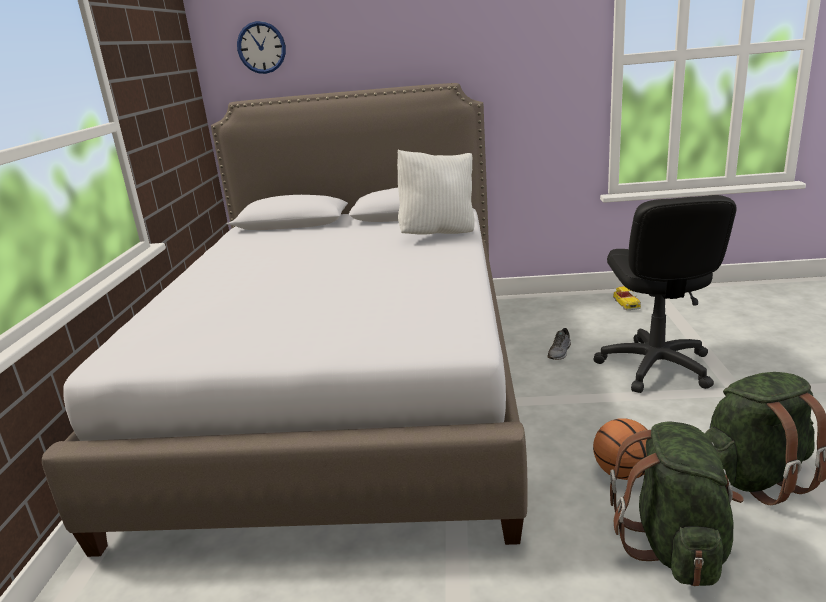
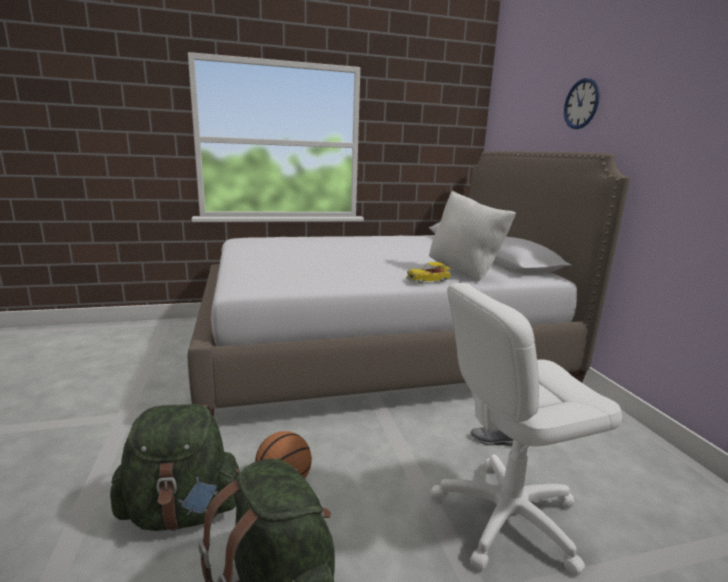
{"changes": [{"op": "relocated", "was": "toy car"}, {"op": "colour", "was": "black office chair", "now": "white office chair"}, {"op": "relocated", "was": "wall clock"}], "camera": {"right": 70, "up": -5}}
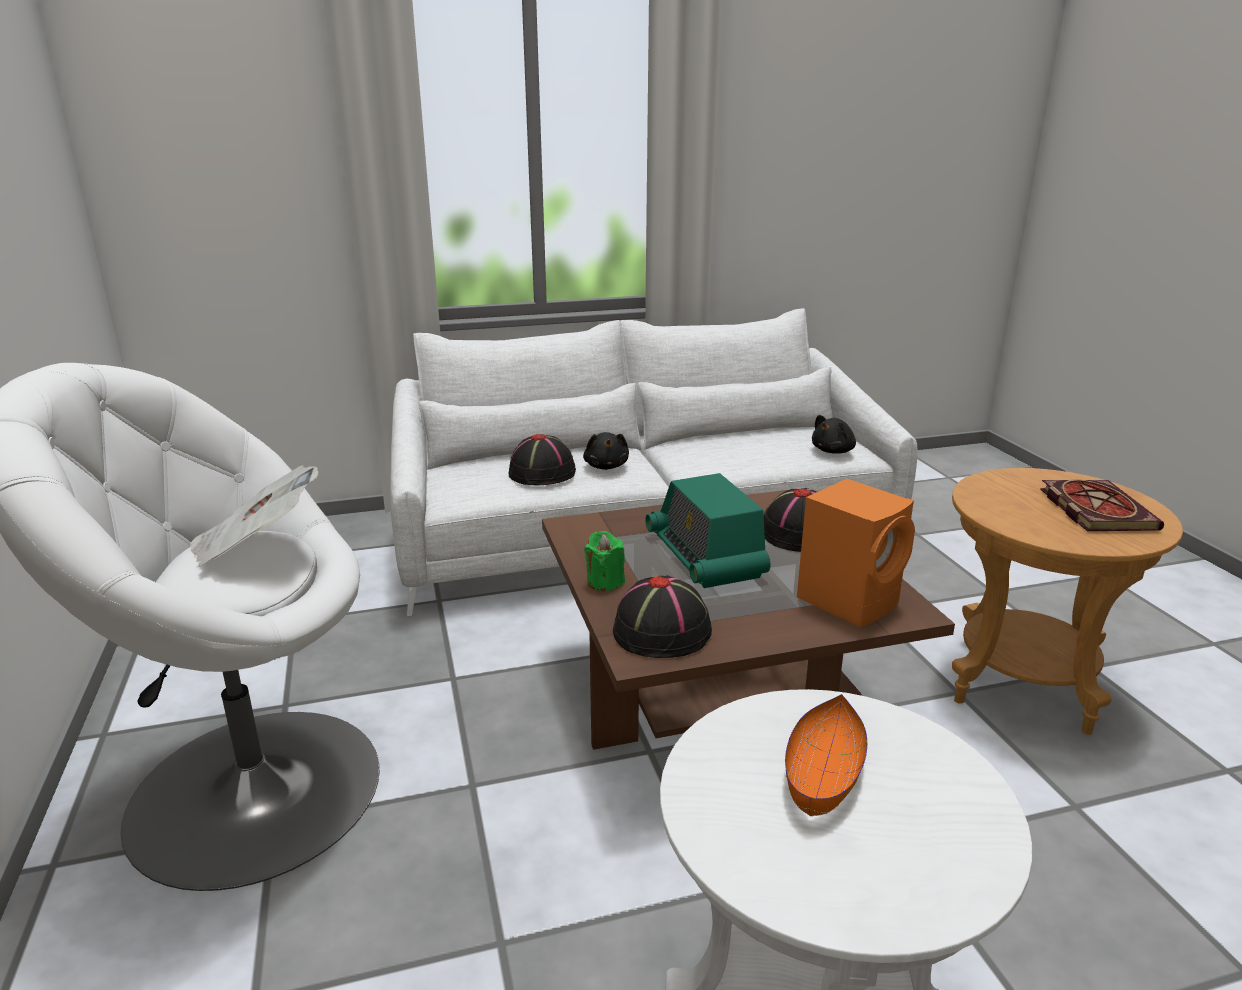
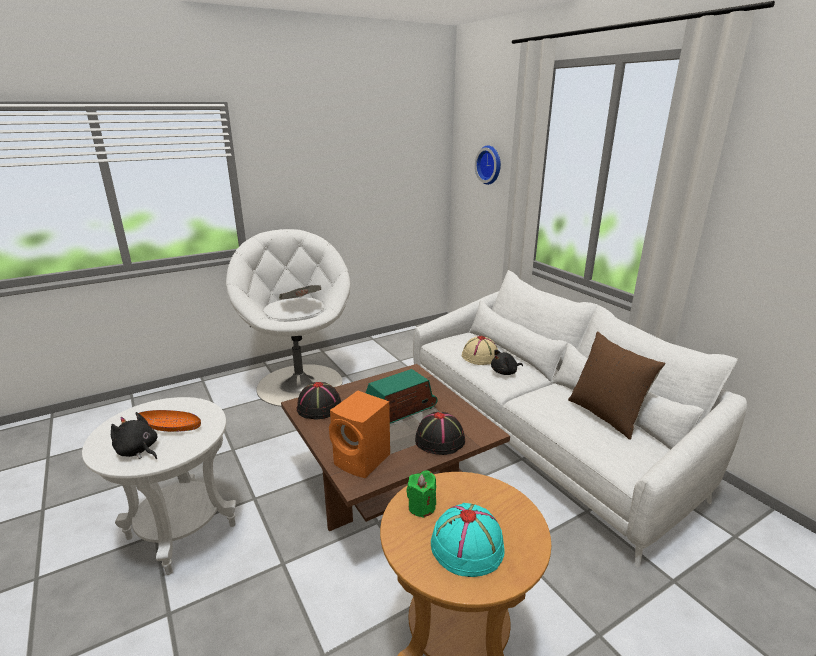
{"changes": [{"op": "relocated", "was": "black plush toy (no. 2 from left in the first image)", "now": "black plush toy (no. 1 from left)"}, {"op": "relocated", "was": "green candle"}, {"op": "exchanged", "was": "book", "now": "turquoise hat"}, {"op": "colour", "was": "black hat (no. 1 from left)", "now": "beige hat"}, {"op": "appeared", "now": "wall clock"}, {"op": "appeared", "now": "brown pillow"}], "camera": {"right": 75, "up": 0}}
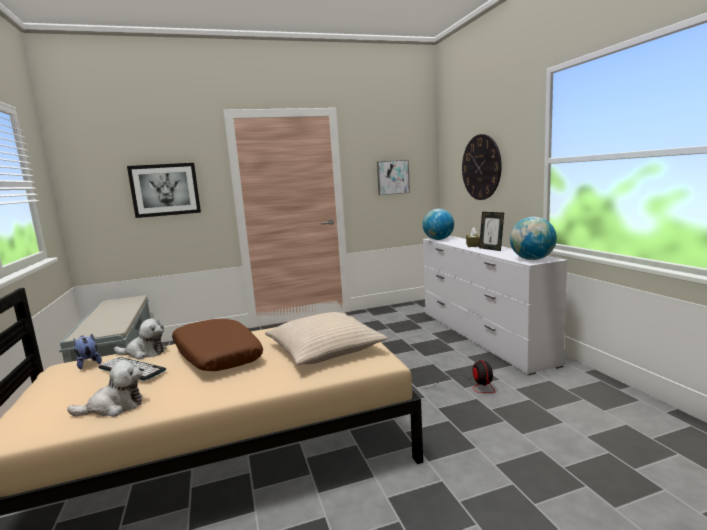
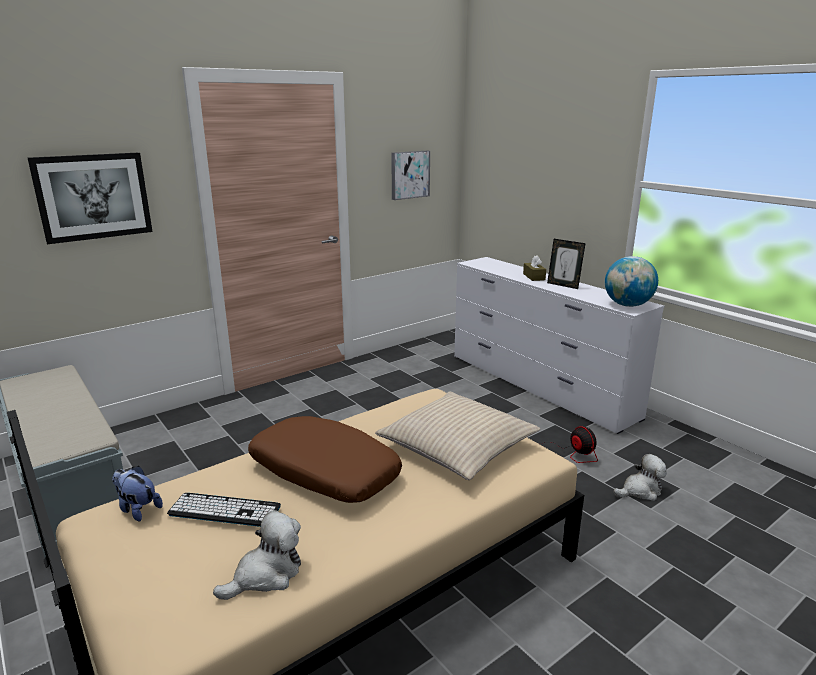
{"changes": [{"op": "relocated", "was": "plush toy (no. 3 from left)"}, {"op": "missing", "was": "globe (no. 1 from left)"}, {"op": "missing", "was": "wall clock"}], "camera": {"right": -20, "up": 10}}
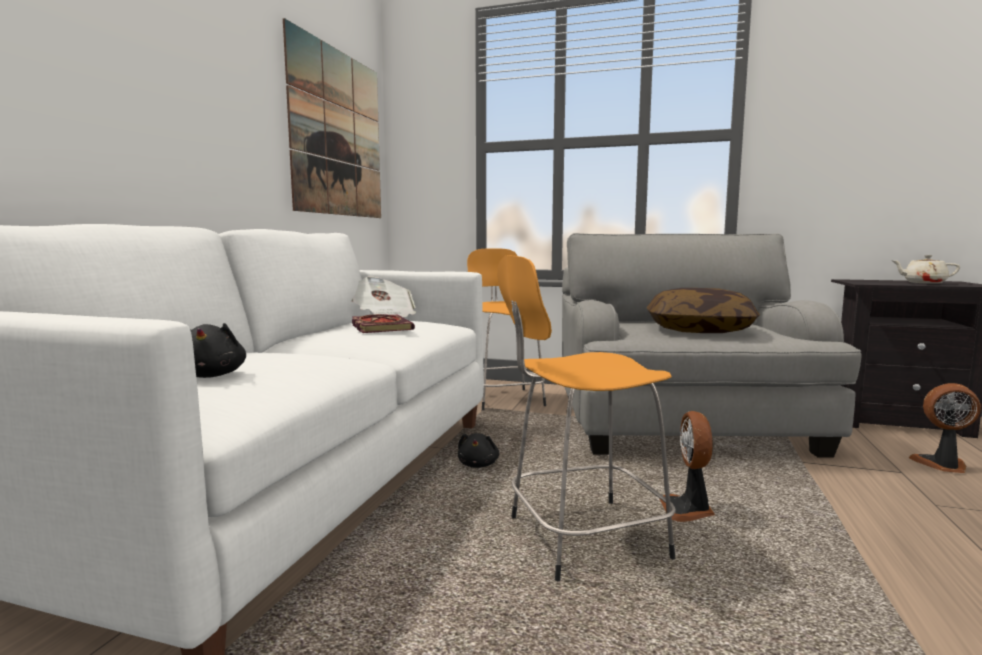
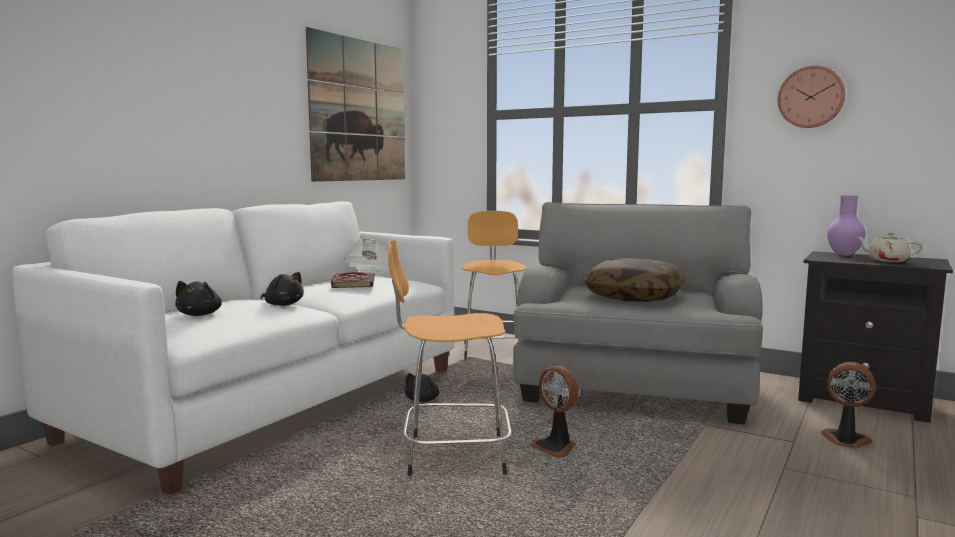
{"changes": [{"op": "appeared", "now": "black plush toy (no. 2 from left)"}, {"op": "spun", "was": "fan (no. 1 from left)", "clockwise": -60}, {"op": "appeared", "now": "wall clock"}, {"op": "appeared", "now": "purple vase"}], "camera": {"right": 15, "up": 0}}
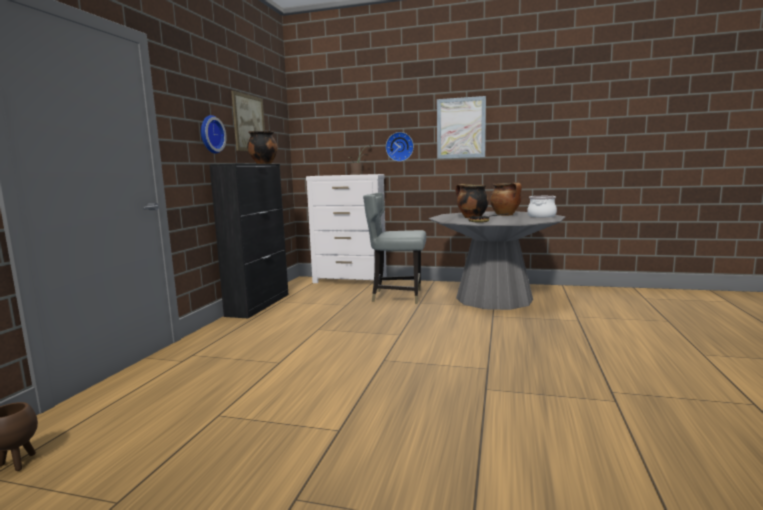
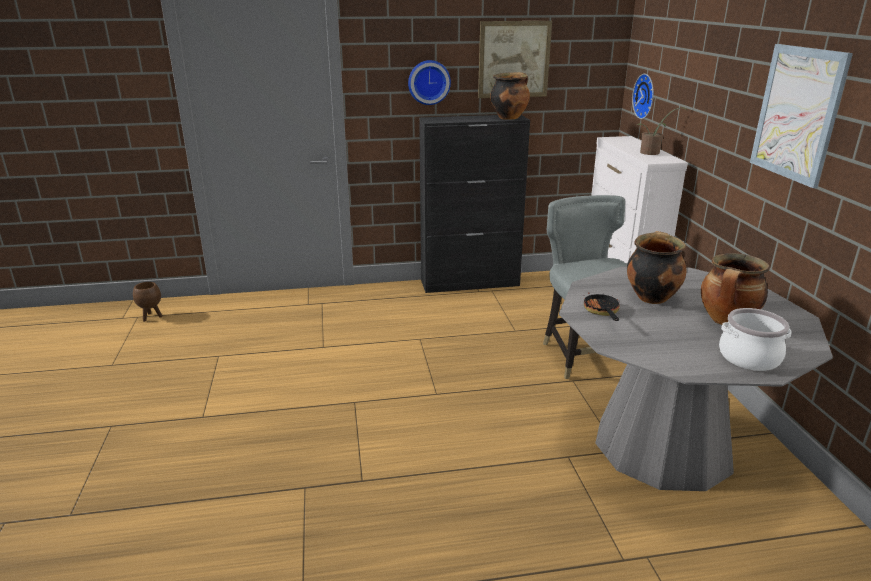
{"changes": [{"op": "relocated", "was": "wall clock (no. 2 from left)"}], "camera": {"right": 65, "up": 15}}
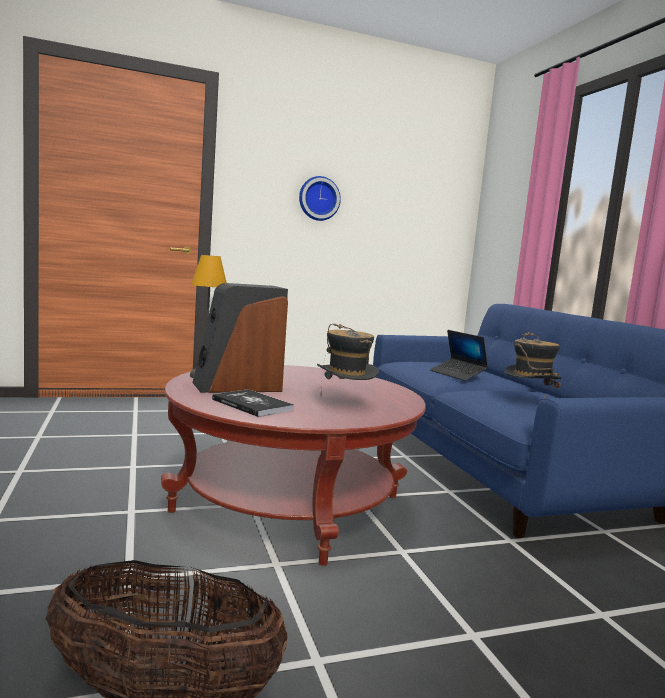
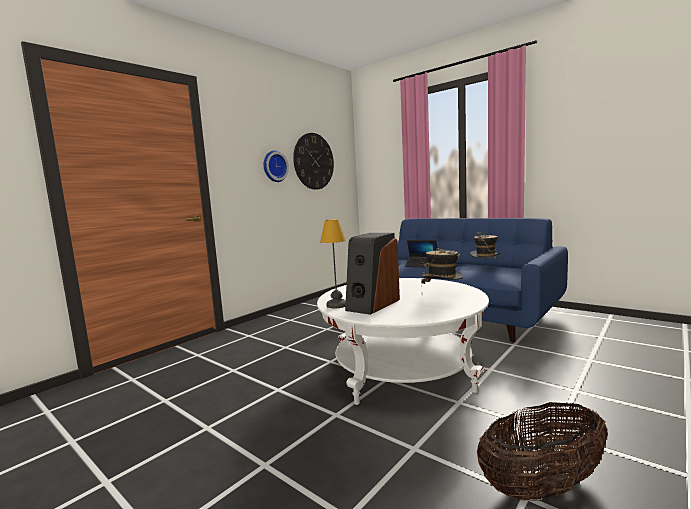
{"changes": [{"op": "appeared", "now": "wall clock (no. 2 from left)"}, {"op": "colour", "was": "red coffee table", "now": "white coffee table"}, {"op": "missing", "was": "book"}], "camera": {"right": -30, "up": 0}}
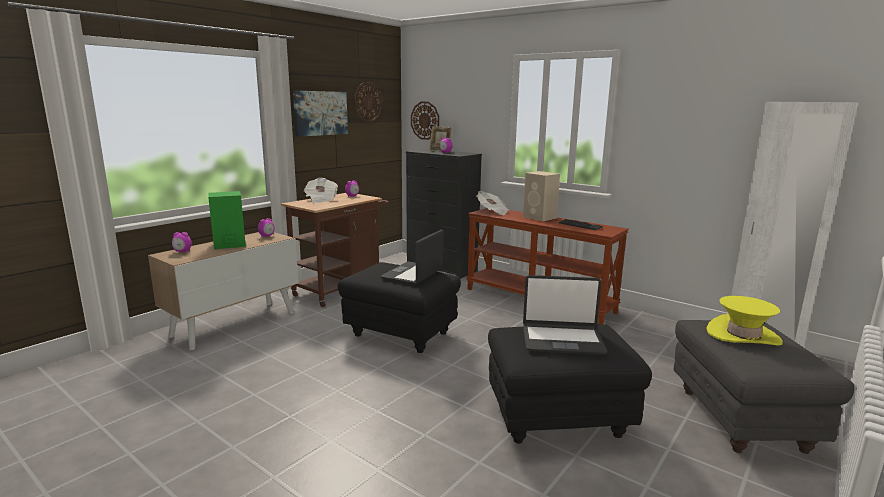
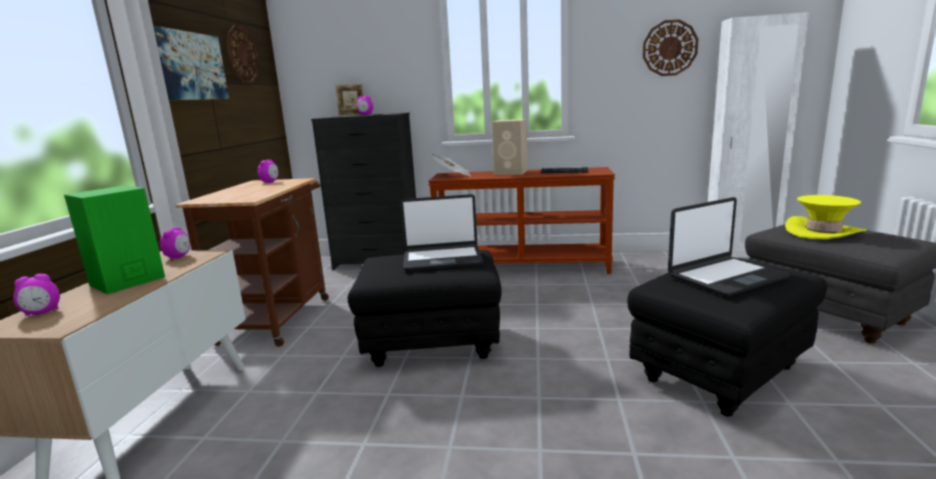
{"changes": [{"op": "spun", "was": "laptop (no. 1 from left)", "clockwise": -90}, {"op": "relocated", "was": "wall clock (no. 2 from left)"}, {"op": "missing", "was": "newspaper (no. 1 from left)"}], "camera": {"right": -30, "up": 0}}
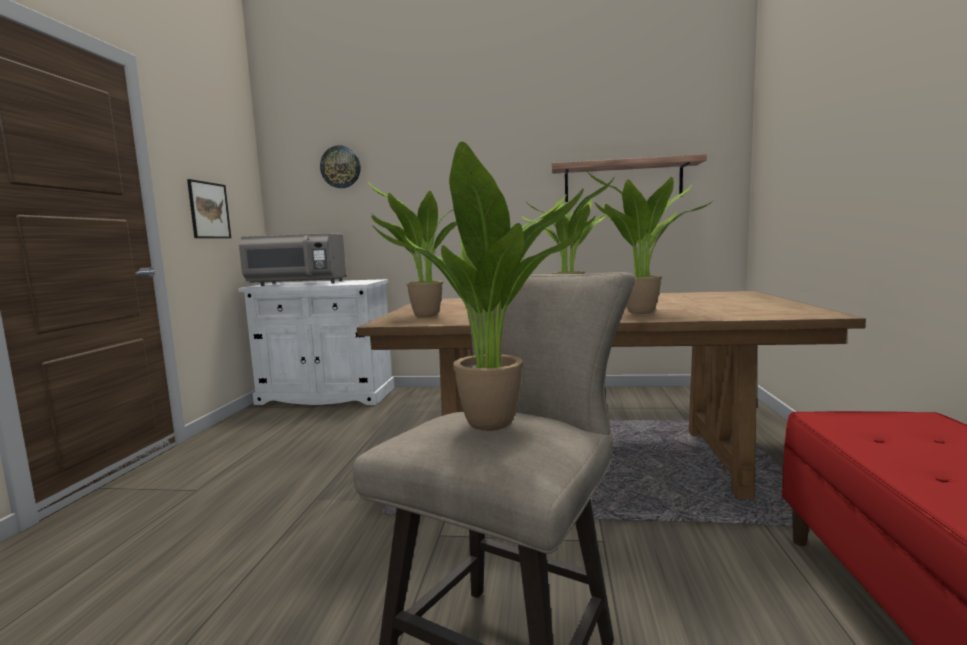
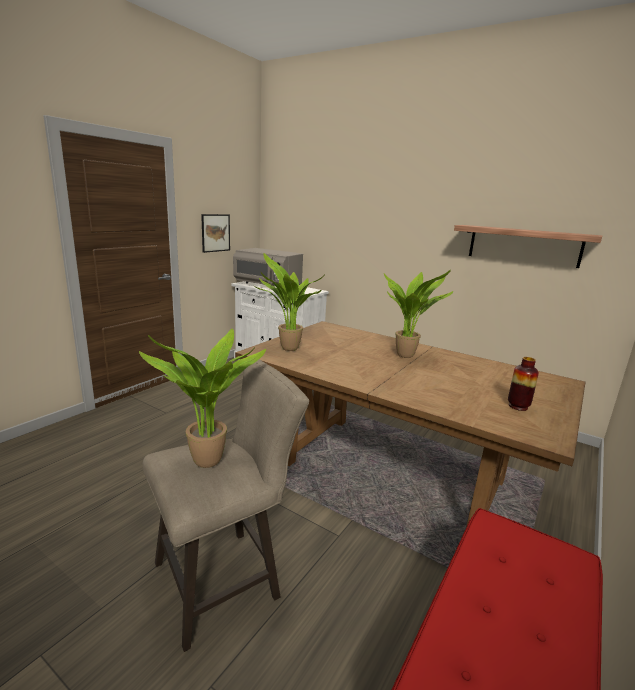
{"changes": [{"op": "appeared", "now": "vase"}, {"op": "missing", "was": "wall clock"}, {"op": "missing", "was": "potted plant (no. 4 from left)"}], "camera": {"right": 25, "up": 10}}
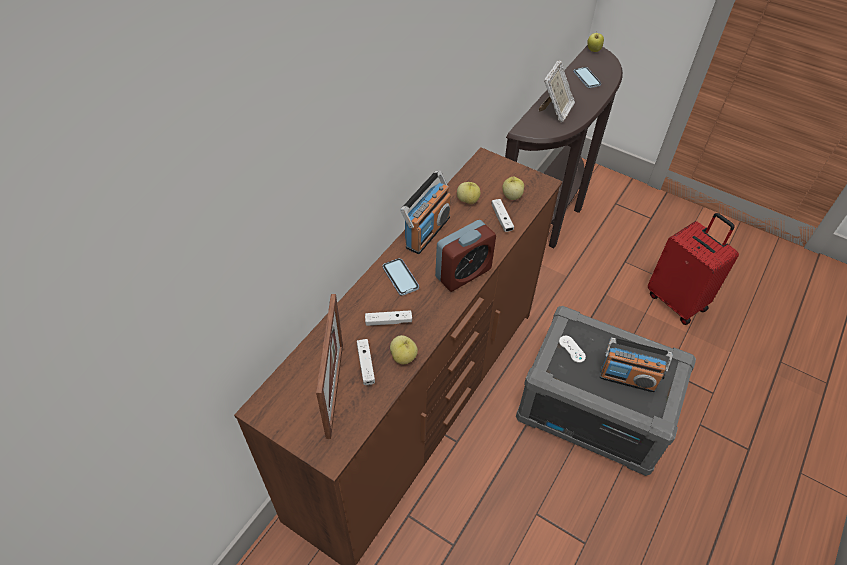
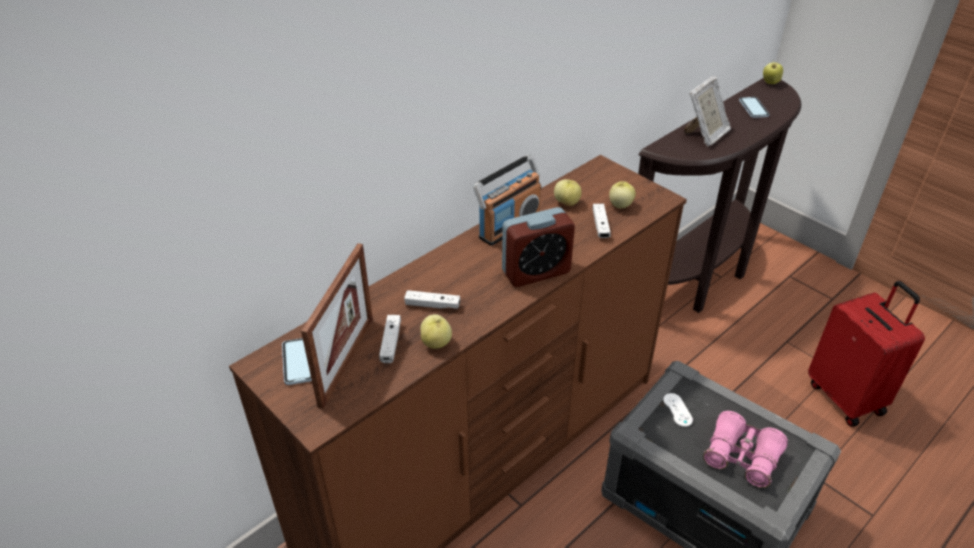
{"changes": [{"op": "relocated", "was": "phone (no. 1 from left)"}, {"op": "exchanged", "was": "radio (no. 2 from left)", "now": "pink binoculars"}], "camera": {"right": 15, "up": -10}}
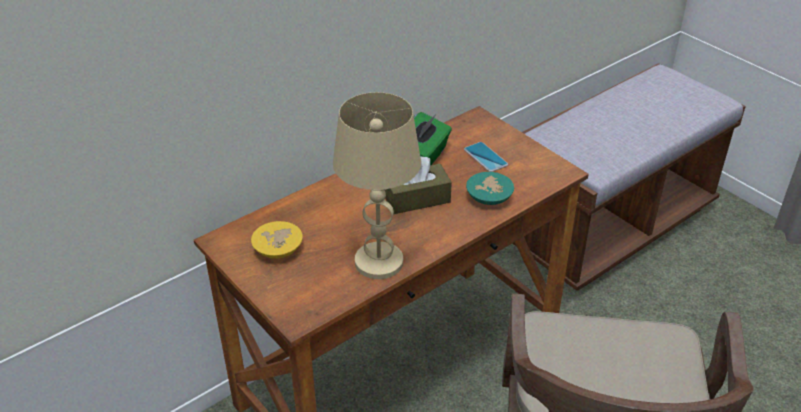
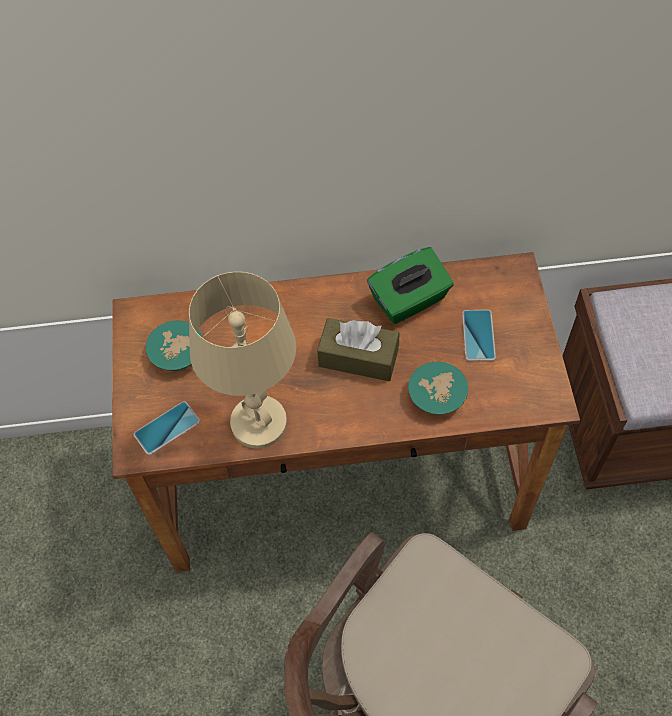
{"changes": [{"op": "appeared", "now": "phone (no. 1 from left)"}, {"op": "colour", "was": "yellow bowl", "now": "turquoise bowl (no. 1 from left)"}], "camera": {"right": 35, "up": 20}}
